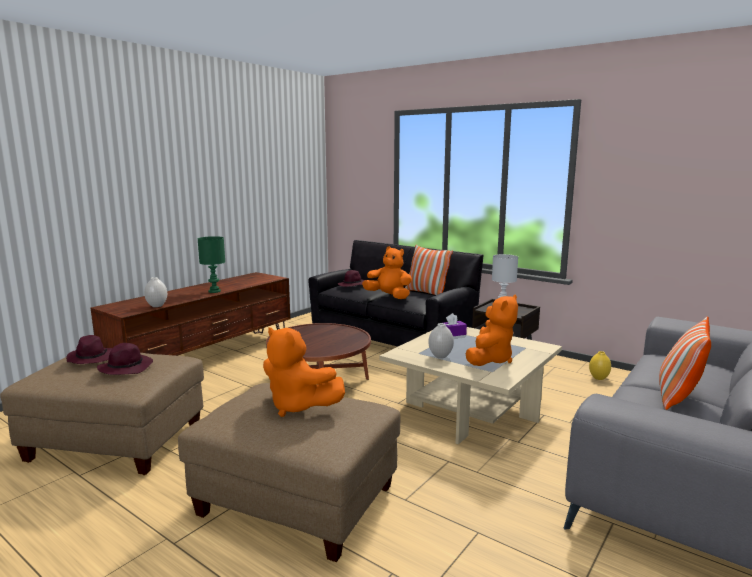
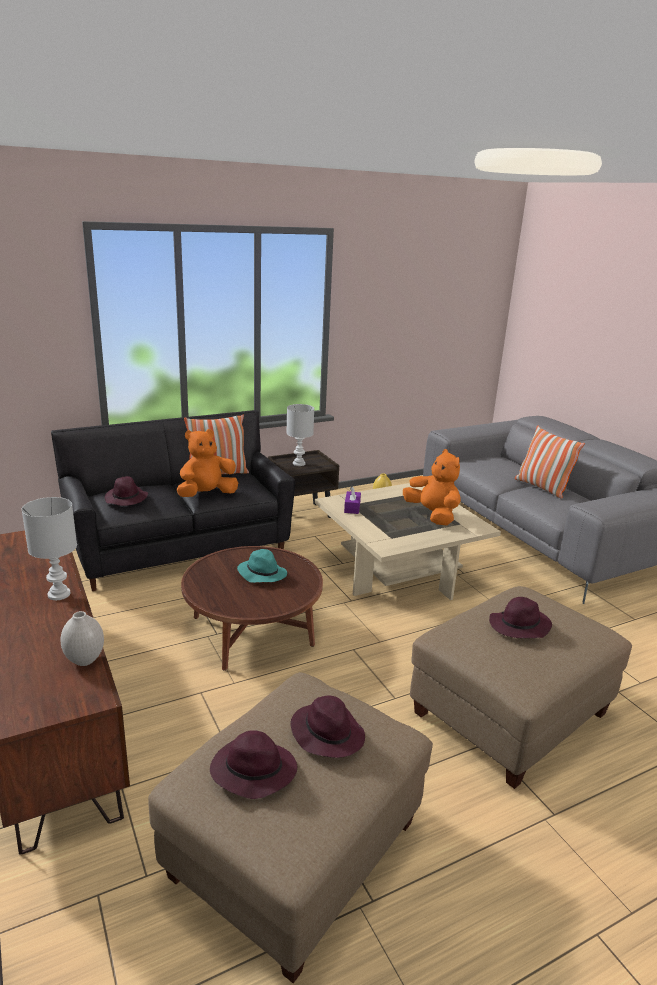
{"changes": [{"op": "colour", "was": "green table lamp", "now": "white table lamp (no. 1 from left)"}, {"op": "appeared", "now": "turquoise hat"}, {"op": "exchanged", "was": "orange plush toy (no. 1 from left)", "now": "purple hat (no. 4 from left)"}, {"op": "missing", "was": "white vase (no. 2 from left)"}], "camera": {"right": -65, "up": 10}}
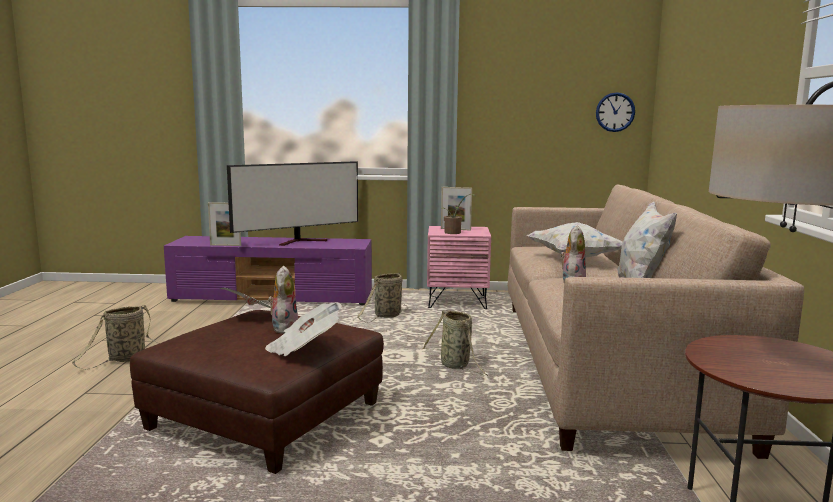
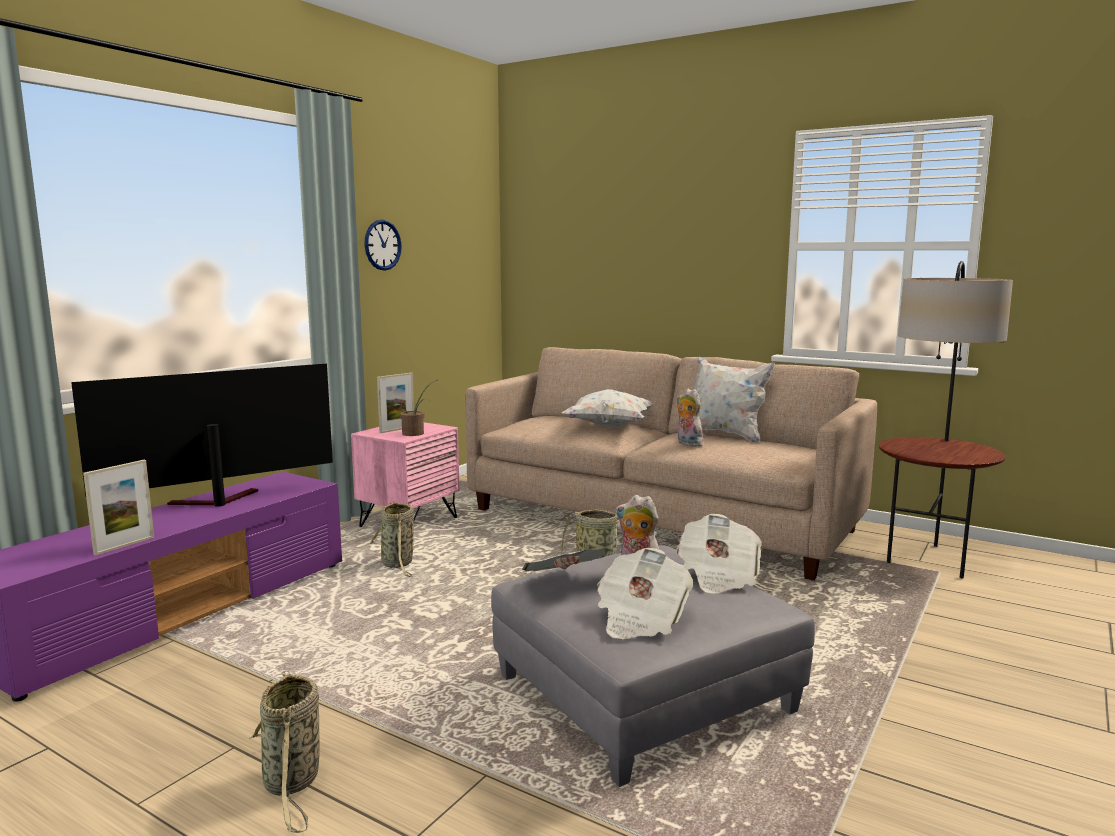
{"changes": [{"op": "spun", "was": "television", "clockwise": -120}, {"op": "relocated", "was": "wall clock"}, {"op": "colour", "was": "brown ottoman", "now": "grey ottoman"}, {"op": "appeared", "now": "newspaper (no. 2 from left)"}], "camera": {"right": -60, "up": 0}}
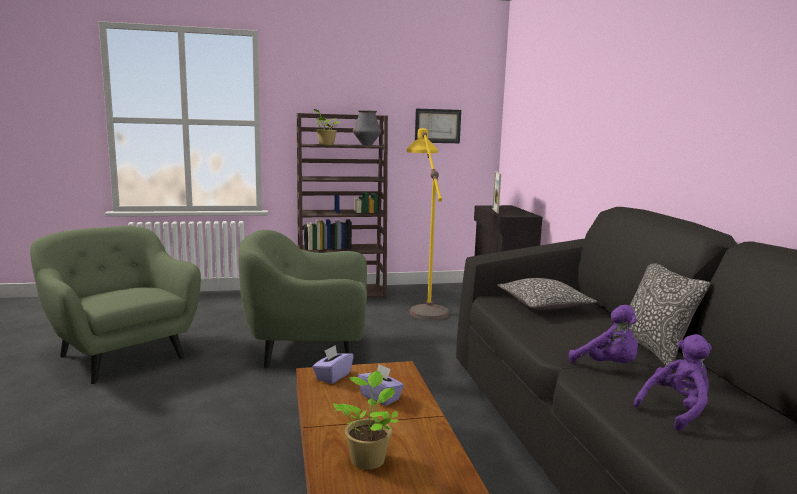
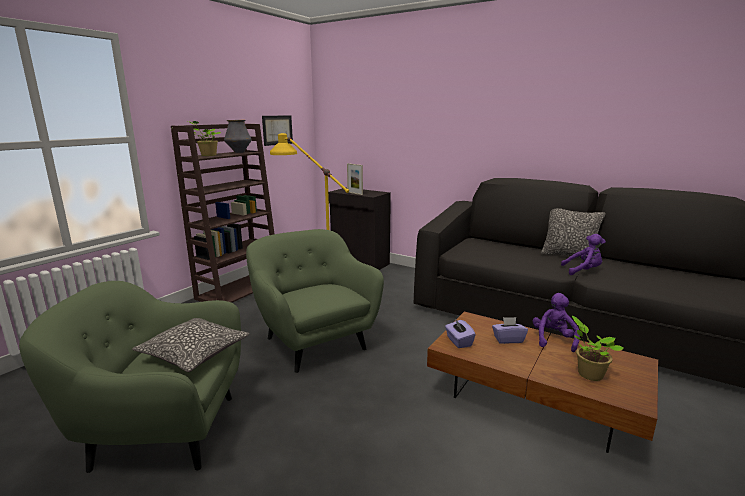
{"changes": [{"op": "relocated", "was": "pillow (no. 1 from left)"}, {"op": "spun", "was": "green armchair (no. 2 from left)", "clockwise": 105}, {"op": "relocated", "was": "purple plush toy (no. 2 from left in the first image)", "now": "purple plush toy (no. 1 from left)"}], "camera": {"right": -45, "up": 5}}
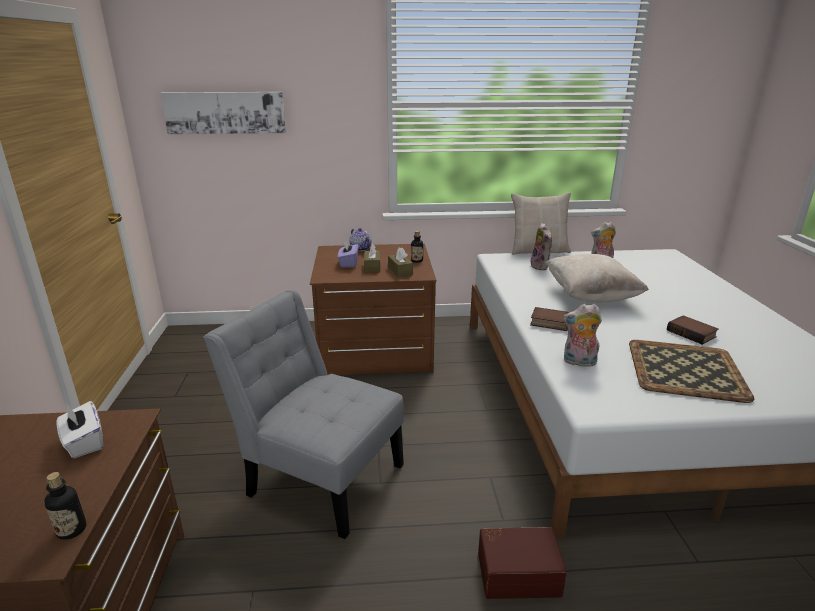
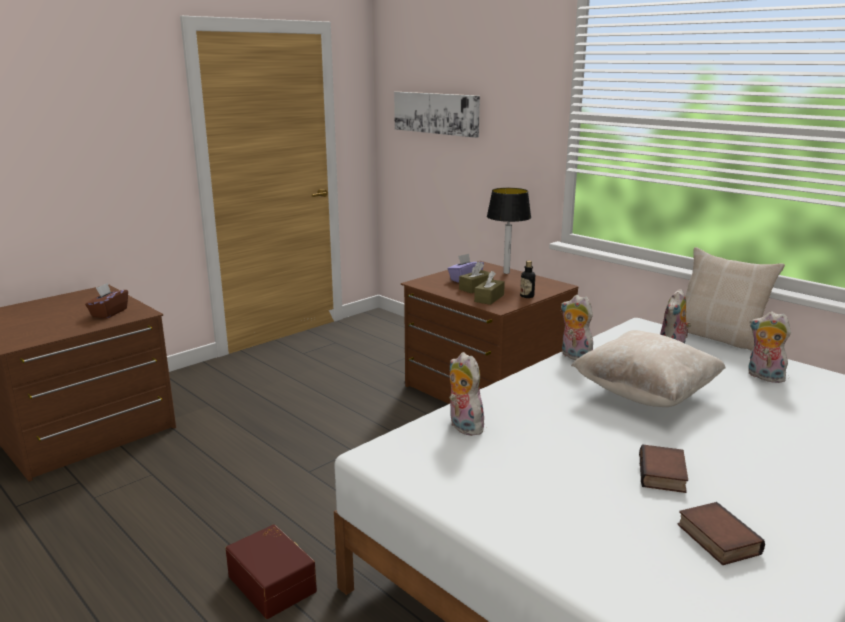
{"changes": [{"op": "colour", "was": "white tissue box", "now": "brown tissue box (no. 1 from left)"}, {"op": "exchanged", "was": "teapot", "now": "table lamp"}, {"op": "appeared", "now": "plush toy (no. 2 from left)"}, {"op": "relocated", "was": "book (no. 1 from left in the first image)", "now": "book (no. 2 from left)"}, {"op": "missing", "was": "bottle (no. 1 from left)"}, {"op": "missing", "was": "grey chair"}, {"op": "missing", "was": "tray"}], "camera": {"right": 50, "up": -5}}
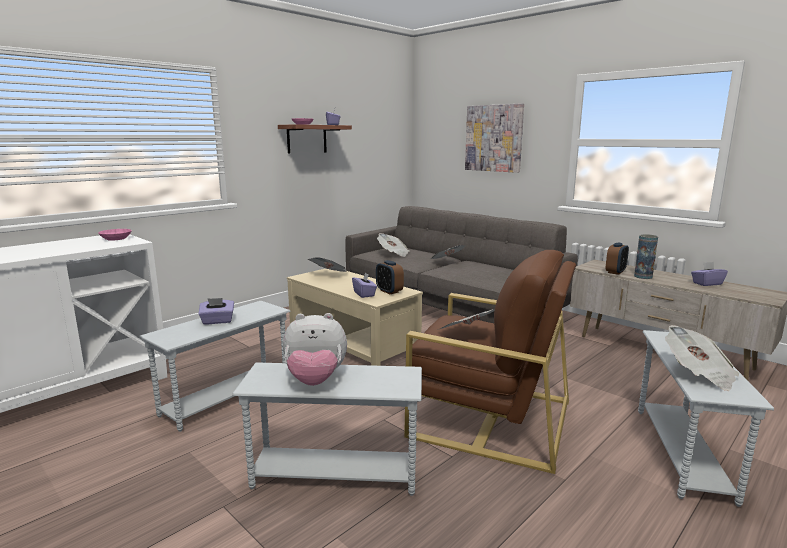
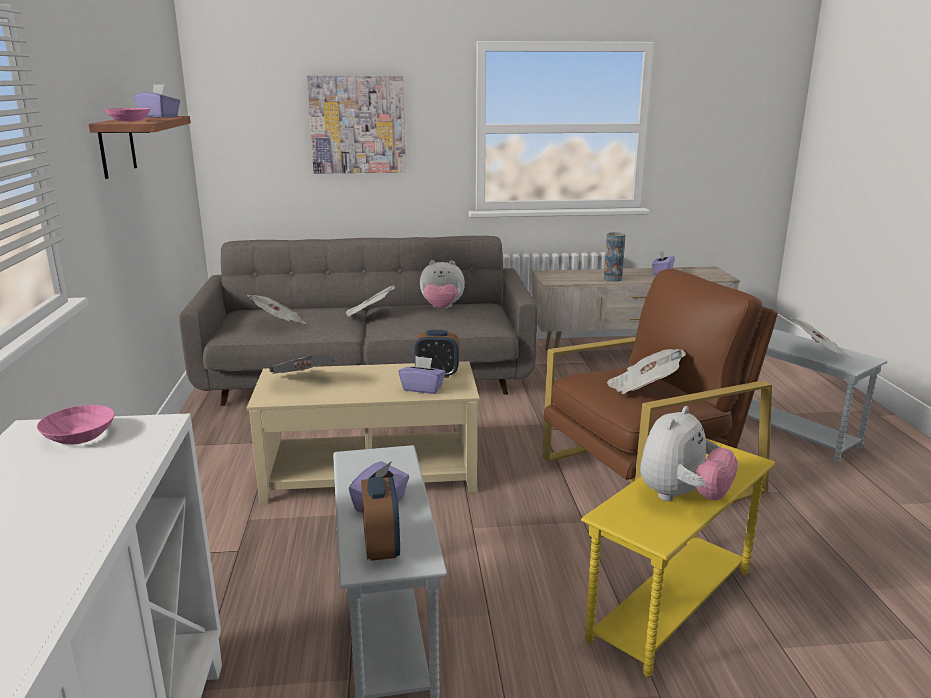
{"changes": [{"op": "relocated", "was": "alarm clock (no. 2 from left in the first image)", "now": "alarm clock (no. 1 from left)"}, {"op": "appeared", "now": "plush toy (no. 1 from left)"}, {"op": "colour", "was": "white side table (no. 2 from left)", "now": "yellow side table"}], "camera": {"right": -50, "up": 5}}
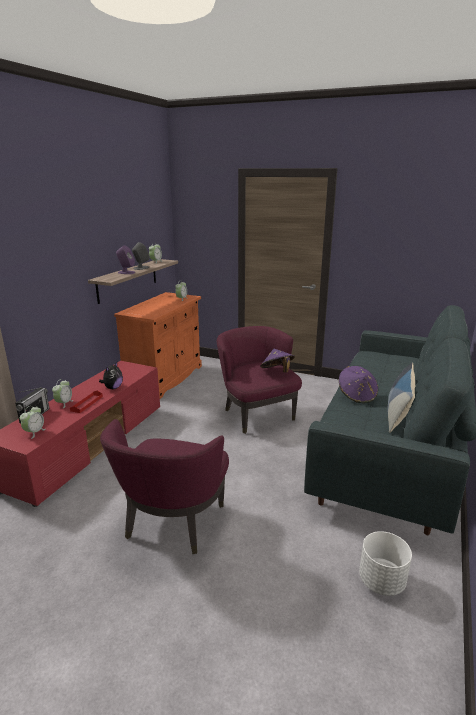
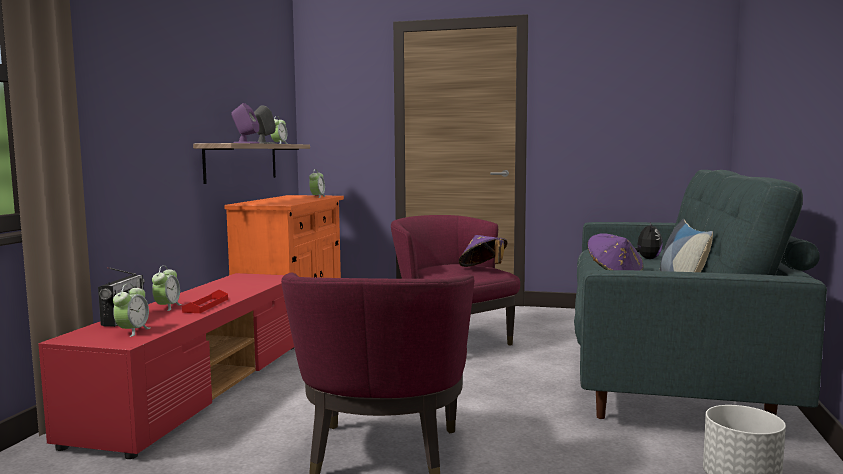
{"changes": [{"op": "relocated", "was": "plush toy"}], "camera": {"right": -10, "up": -15}}
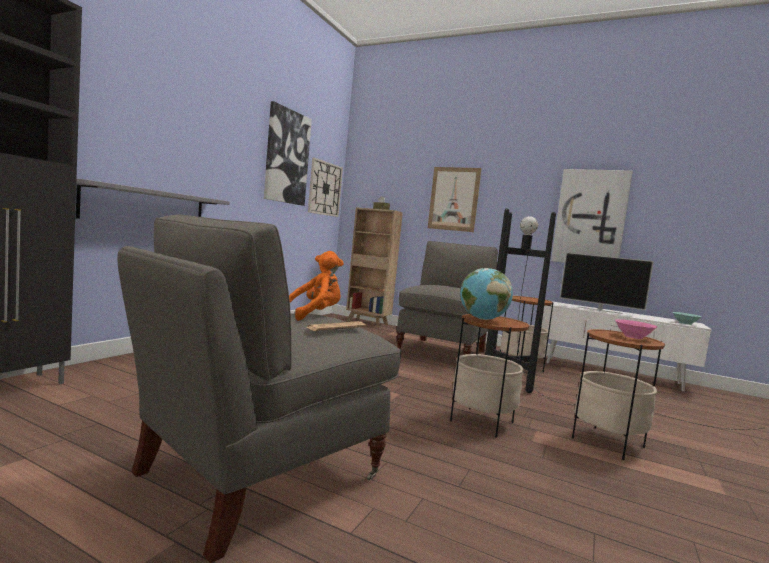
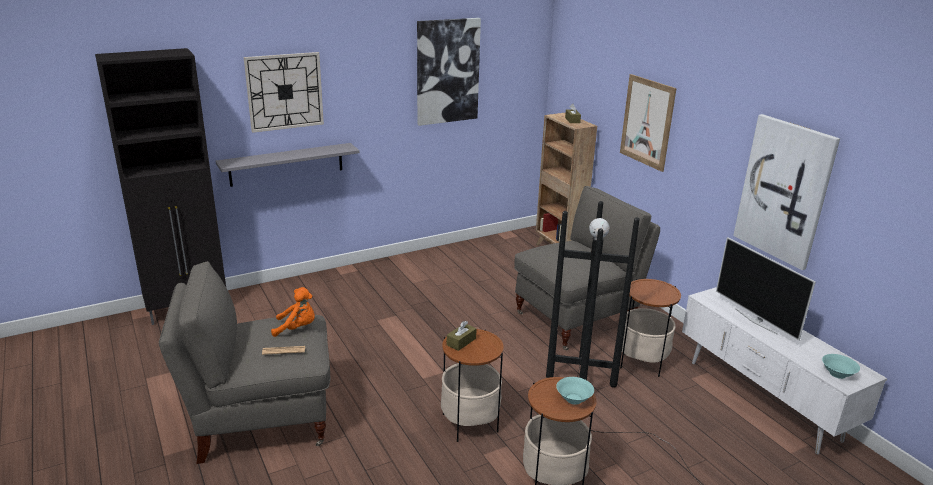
{"changes": [{"op": "relocated", "was": "wall clock"}, {"op": "exchanged", "was": "globe", "now": "brown tissue box (no. 1 from left)"}, {"op": "colour", "was": "pink bowl", "now": "turquoise bowl (no. 1 from left)"}], "camera": {"right": 35, "up": 20}}
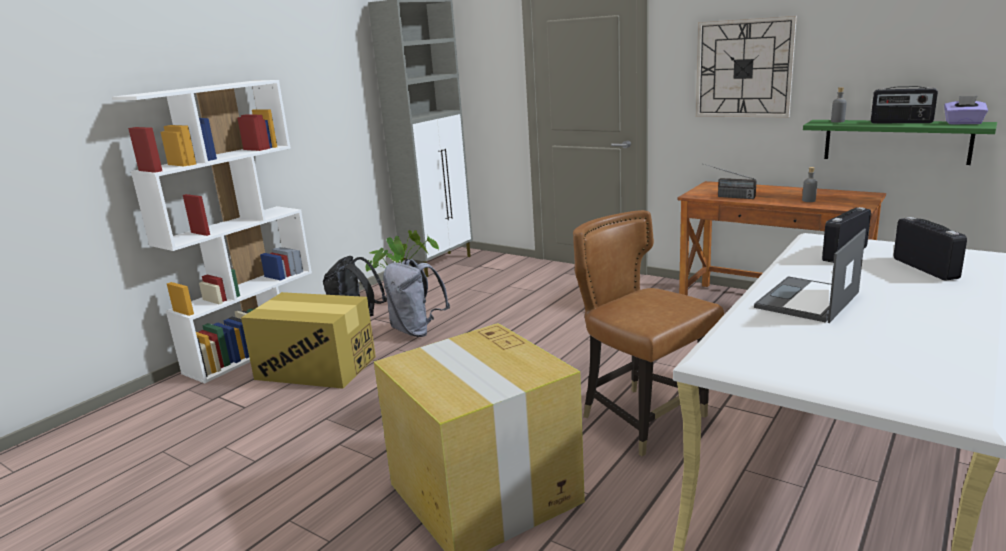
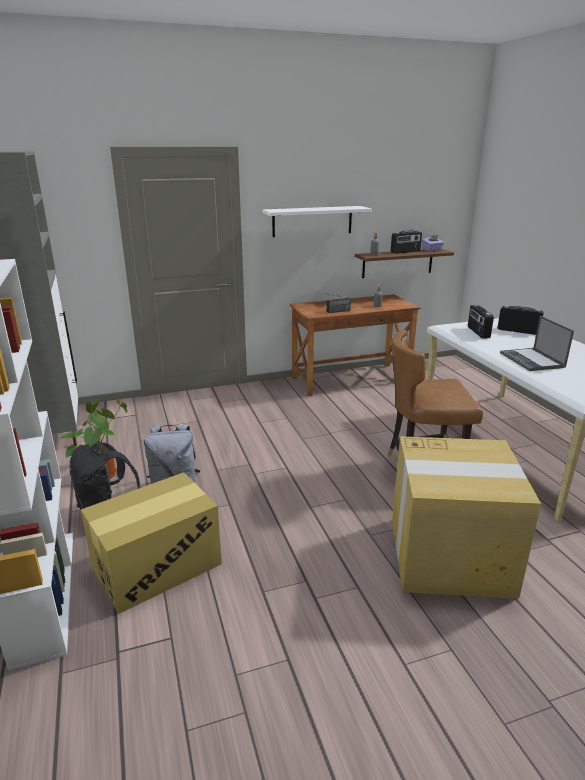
{"changes": [{"op": "exchanged", "was": "wall clock", "now": "white shelf"}, {"op": "colour", "was": "green shelf", "now": "brown shelf"}], "camera": {"right": -55, "up": 5}}
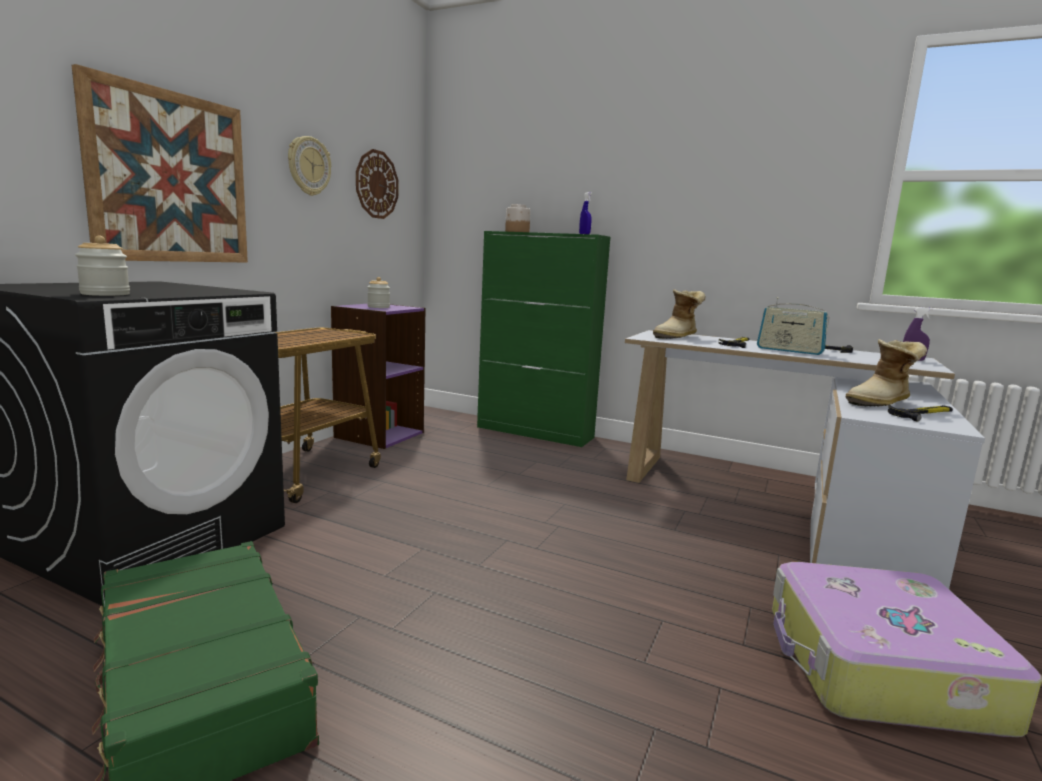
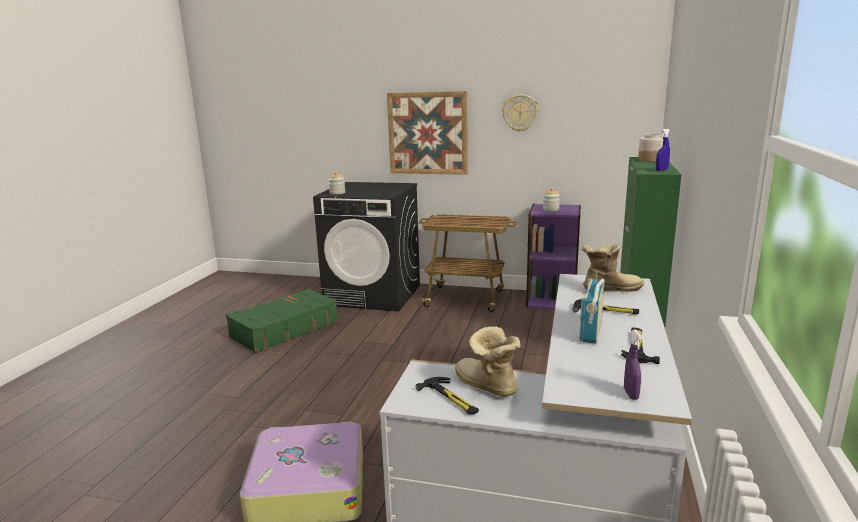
{"changes": [{"op": "spun", "was": "boot (no. 1 from left in the first image)", "clockwise": 135}, {"op": "missing", "was": "wall clock (no. 2 from left)"}], "camera": {"right": 80, "up": 5}}
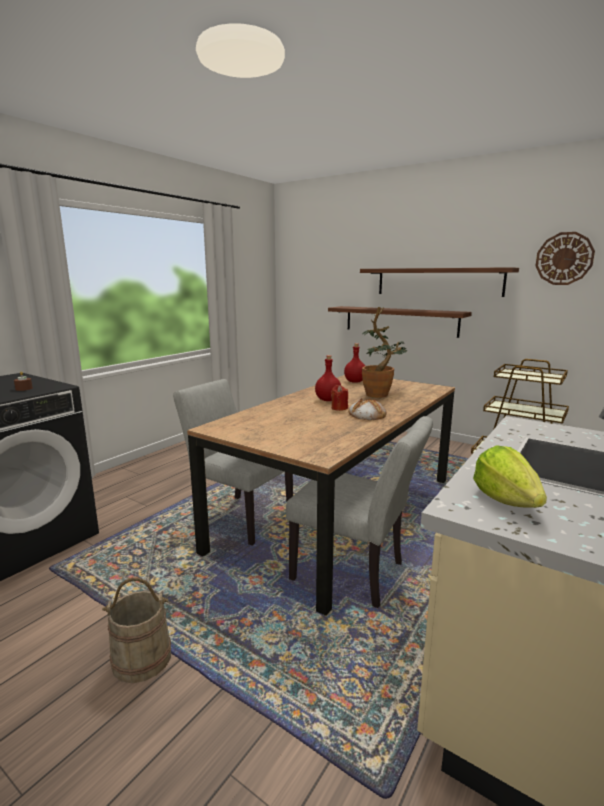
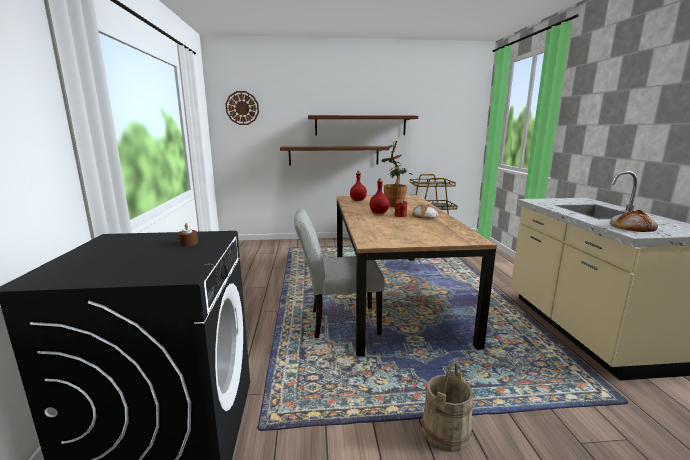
{"changes": [{"op": "relocated", "was": "wall clock"}, {"op": "exchanged", "was": "lettuce", "now": "bread (no. 2 from left)"}, {"op": "missing", "was": "grey chair (no. 2 from left)"}], "camera": {"right": -40, "up": 0}}
